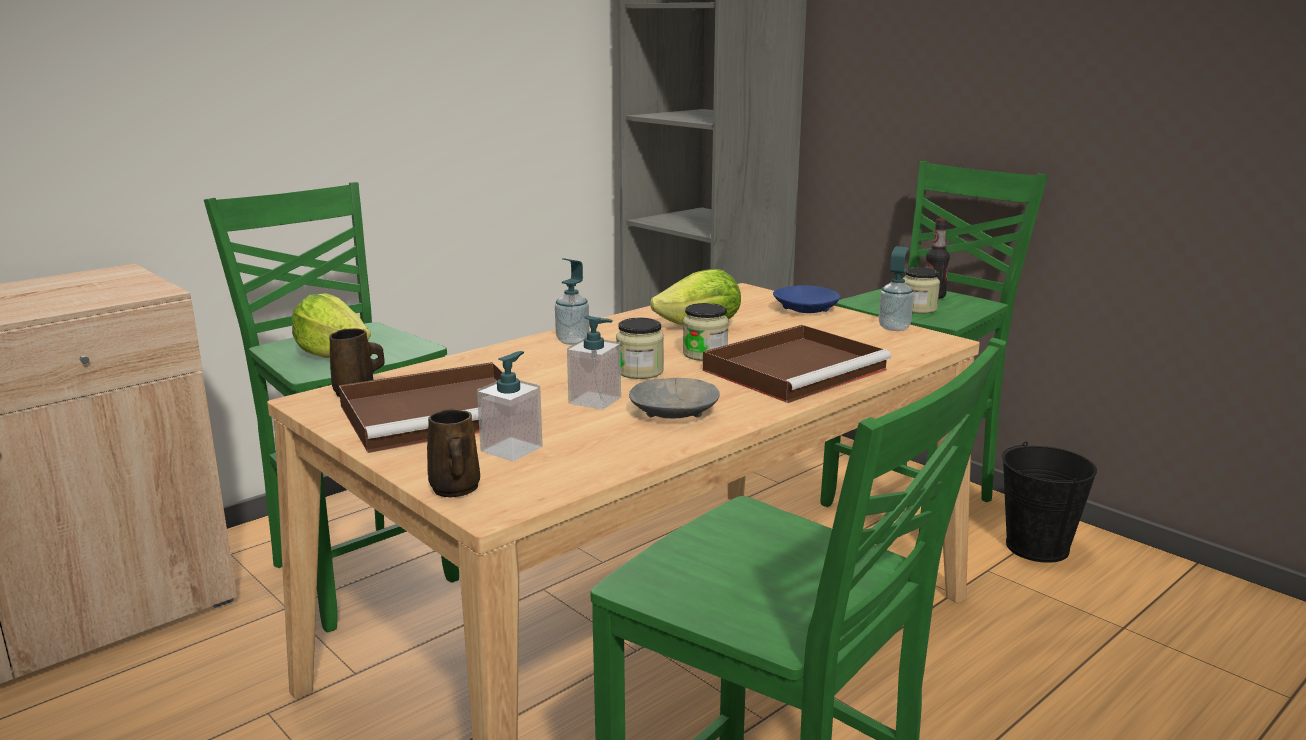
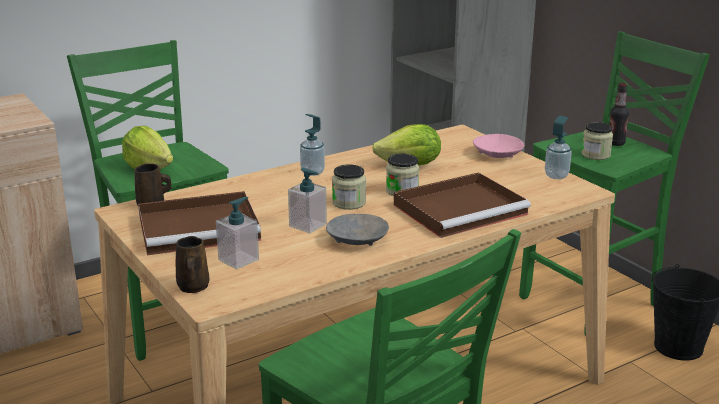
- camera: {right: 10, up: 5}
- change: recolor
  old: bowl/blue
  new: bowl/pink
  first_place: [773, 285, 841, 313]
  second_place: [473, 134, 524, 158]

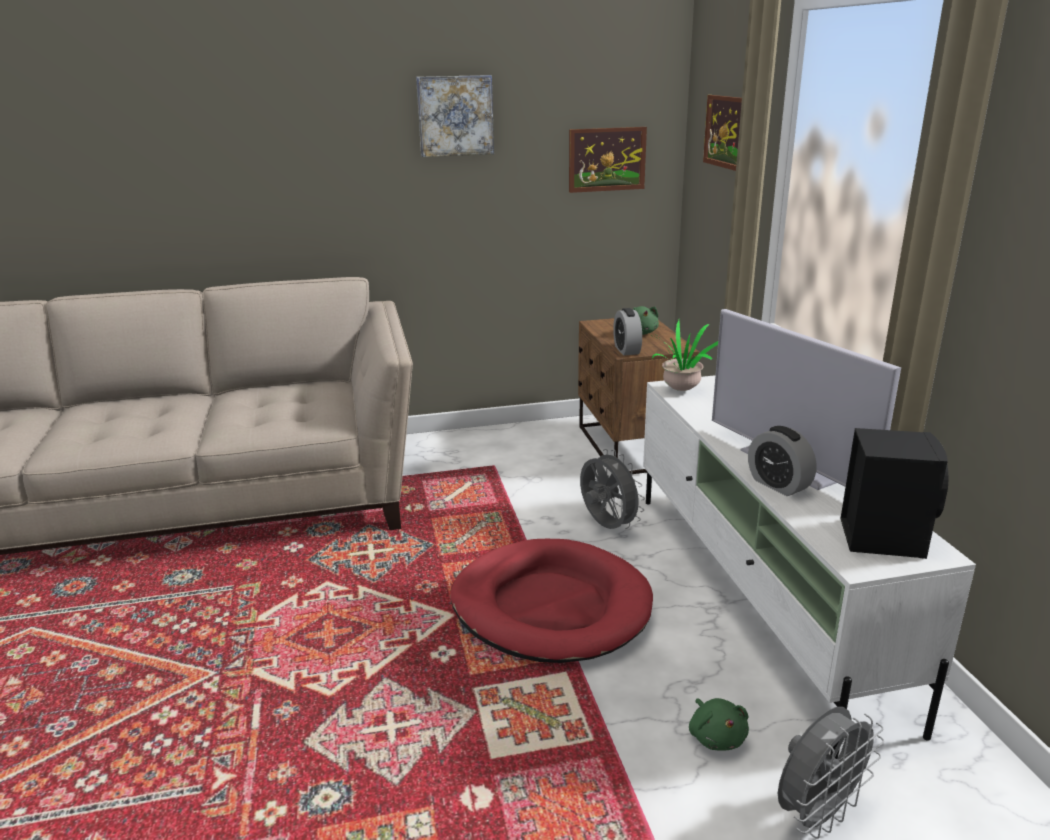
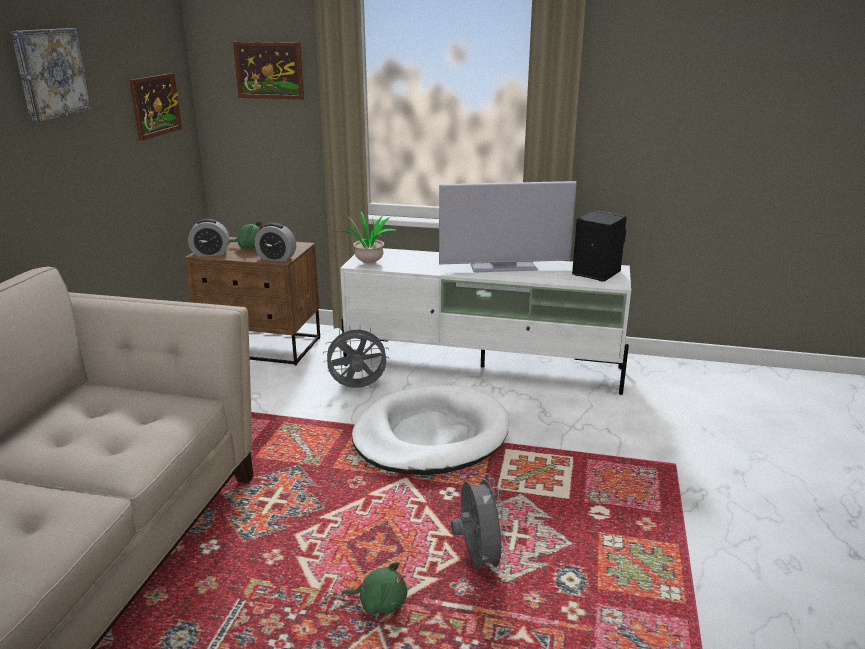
- camera: {right: -65, up: 0}
- change: move
  old: plush toy/green
  first_place: [689, 698, 749, 751]
  second_place: [341, 562, 407, 615]
- change: move
  old: alarm clock
  first_place: [748, 426, 817, 496]
  second_place: [188, 219, 229, 257]
- change: move
  old: fan/grey
  first_place: [778, 707, 884, 839]
  second_place: [451, 473, 509, 572]
- change: recolor
  old: dog bed/red
  new: dog bed/white
  first_place: [450, 539, 653, 663]
  second_place: [352, 385, 509, 475]

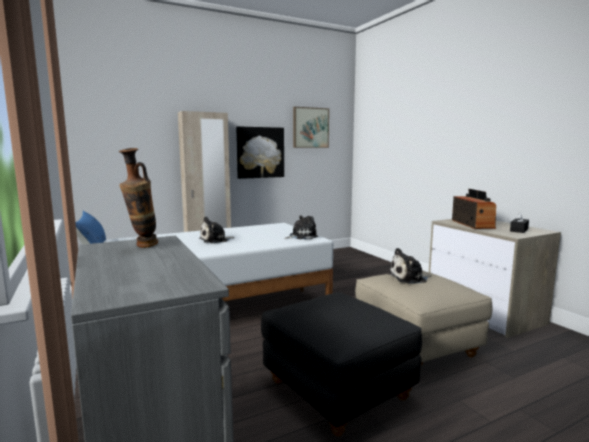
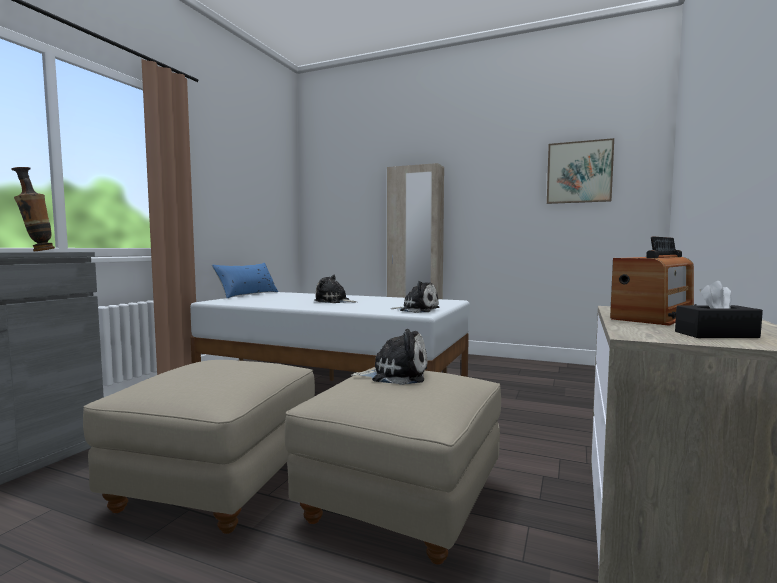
- camera: {right: 50, up: -5}
- change: delete
  old: picture
  first_place: [236, 126, 284, 179]
- change: recolor
  old: ottoman/black
  new: ottoman/beige
  first_place: [261, 292, 422, 436]
  second_place: [83, 360, 315, 534]
- change: rotate
  old: plush toy
  first_place: [388, 248, 431, 284]
  second_place: [351, 329, 428, 385]
  degrees: 150

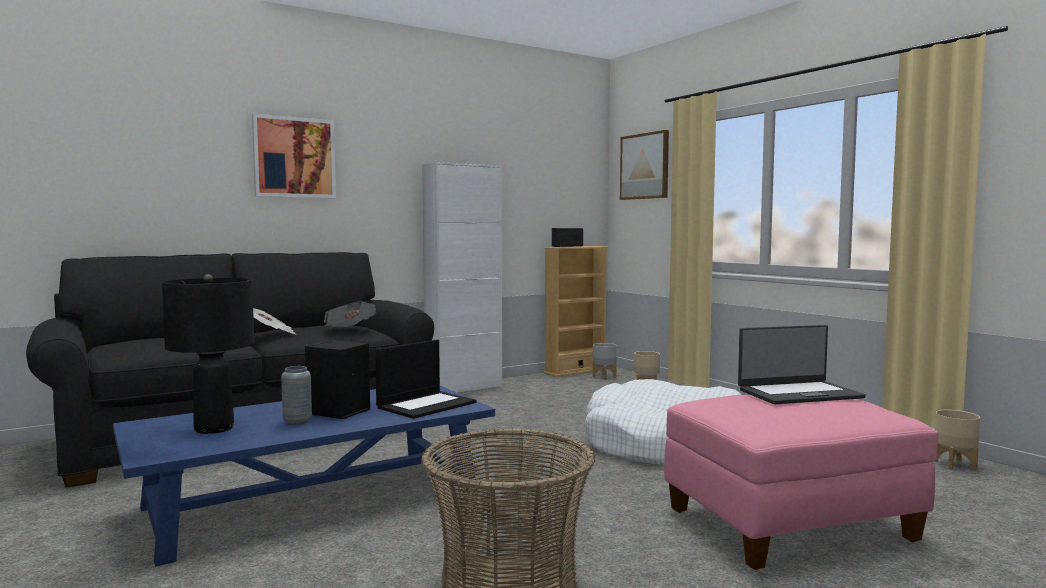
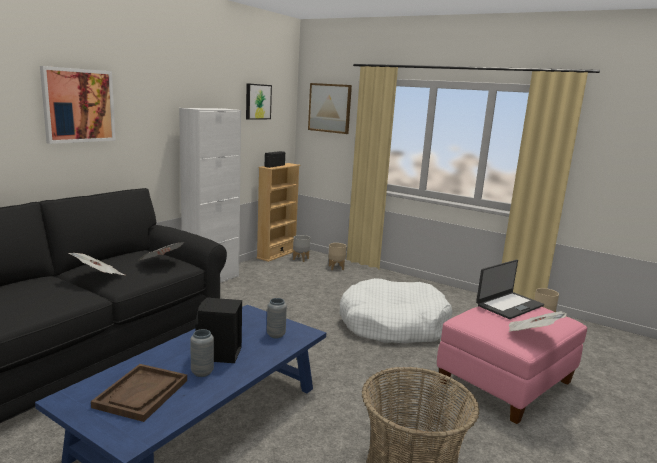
- camera: {right: -25, up: 10}
- change: insert
  new: picture
  second_place: [246, 83, 272, 120]
- change: insert
  new: newspaper
  second_place: [509, 311, 567, 332]
- change: replace
  old: table lamp/black
  new: tray/brown
  first_place: [162, 274, 254, 434]
  second_place: [91, 364, 187, 422]
- change: replace
  old: laptop
  new: vase/grey
  first_place: [375, 340, 476, 419]
  second_place: [267, 298, 287, 338]

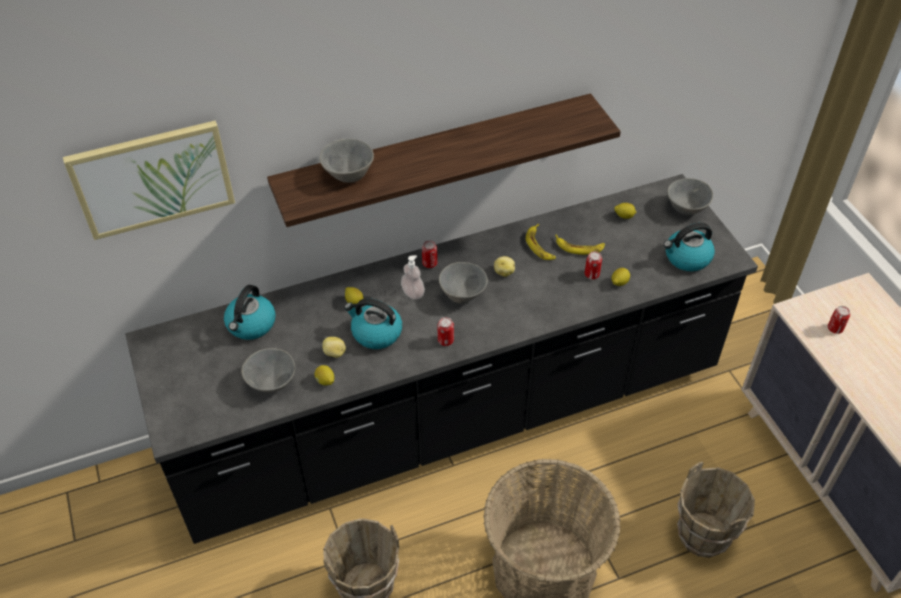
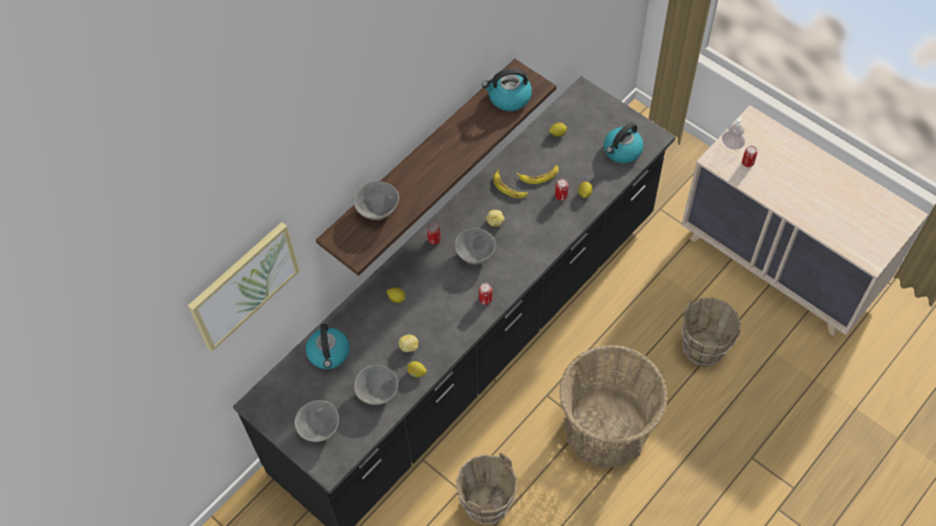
- camera: {right: -25, up: 10}
- change: move
  old: kettle
  first_place: [344, 298, 402, 349]
  second_place: [482, 69, 532, 111]
- change: move
  old: soap dispenser
  first_place: [401, 255, 425, 300]
  second_place: [722, 117, 745, 150]
- change: move
  old: bowl/grey
  first_place: [667, 178, 713, 215]
  second_place: [295, 400, 339, 442]

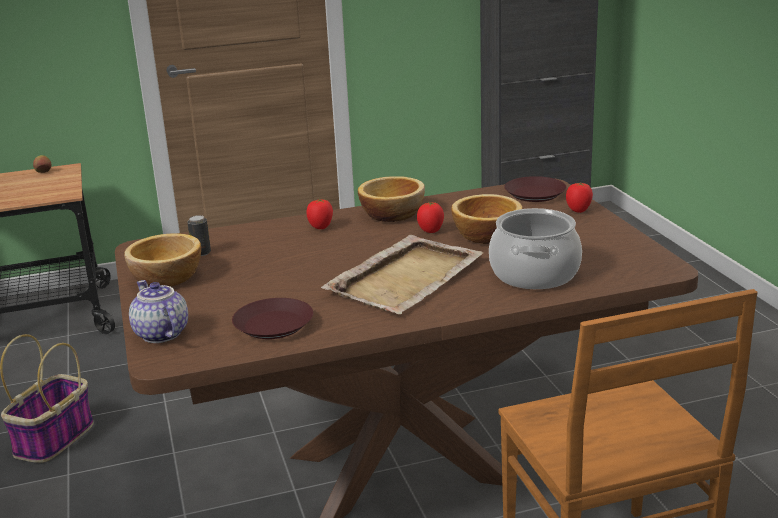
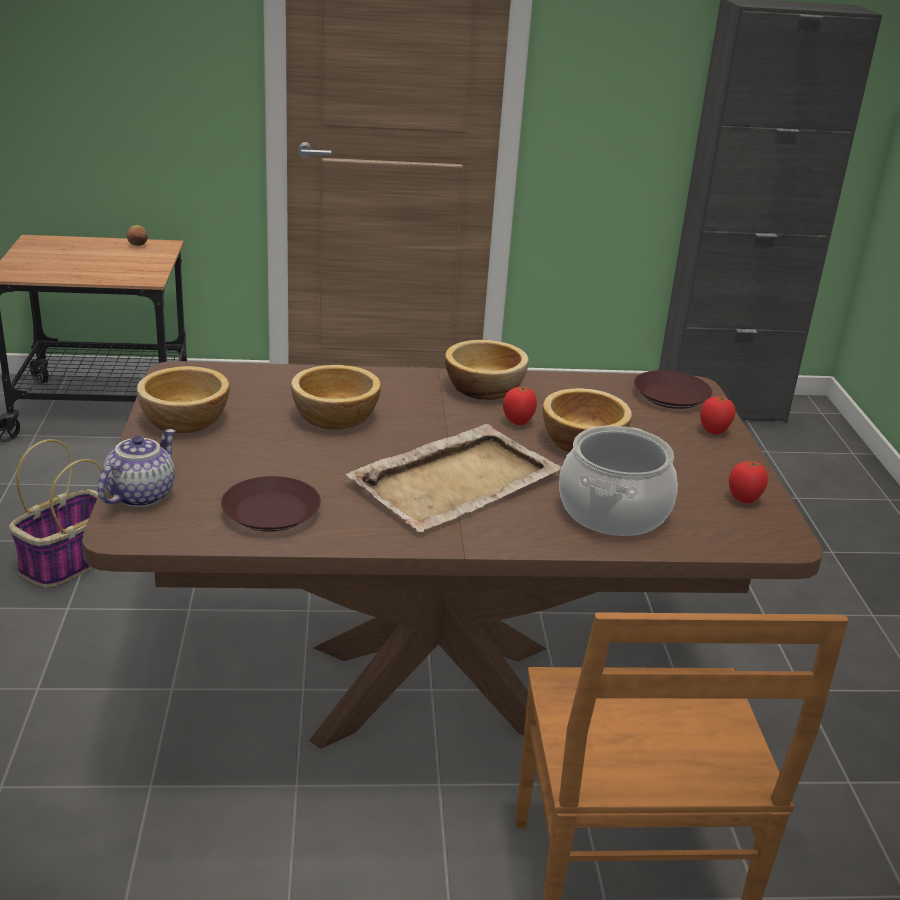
- camera: {right: 10, up: 5}
- change: delete
  old: can
  first_place: [187, 215, 211, 256]
- change: insert
  new: bowl
  second_place: [291, 365, 381, 430]
- change: move
  old: tomato
  first_place: [306, 199, 333, 229]
  second_place: [729, 461, 768, 504]
- change: rotate
  old: teapot
  first_place: [129, 280, 188, 343]
  second_place: [97, 429, 176, 507]
  degrees: 45

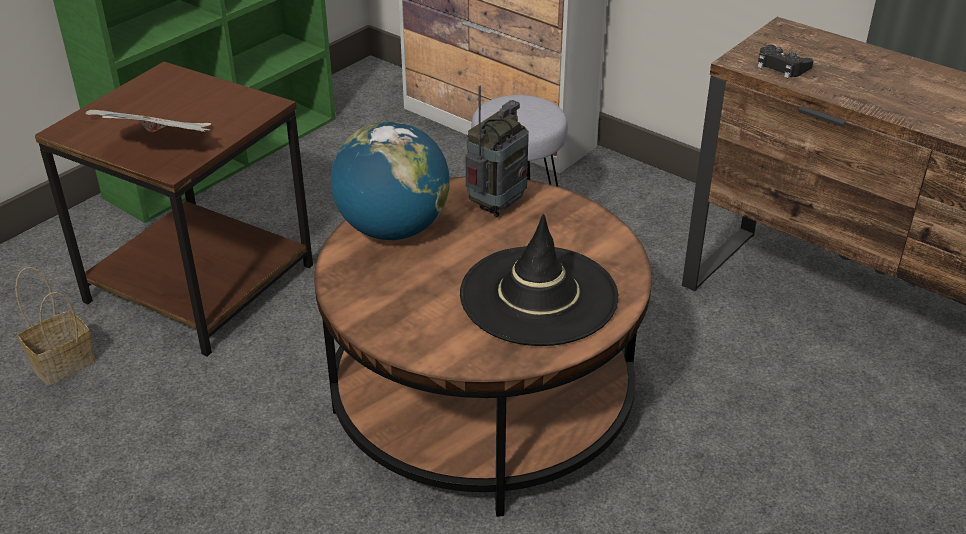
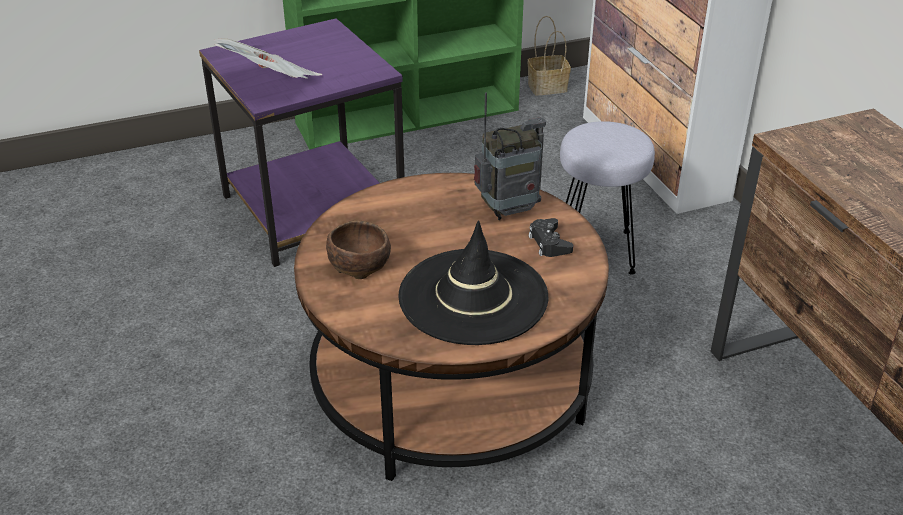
- camera: {right: 30, up: 0}
- change: delete
  old: globe
  first_place: [331, 121, 450, 240]
- change: insert
  new: bowl/brown
  second_place: [326, 221, 391, 279]
- change: move
  old: basket
  first_place: [15, 267, 96, 385]
  second_place: [527, 16, 571, 96]
- change: move
  old: game controller/black
  first_place: [757, 45, 814, 78]
  second_place: [528, 218, 573, 257]
- change: recolor
  old: side table/brown
  new: side table/purple
  first_place: [35, 62, 313, 357]
  second_place: [199, 18, 405, 267]

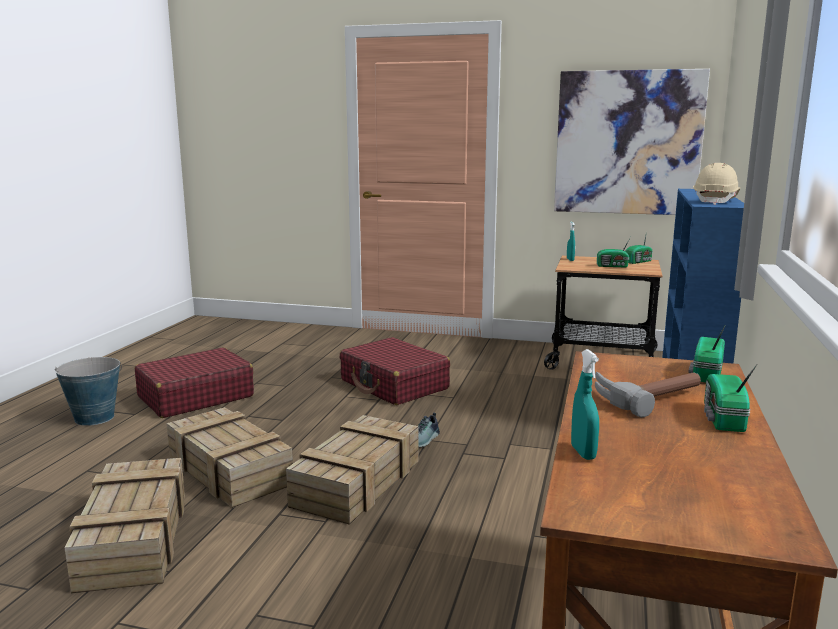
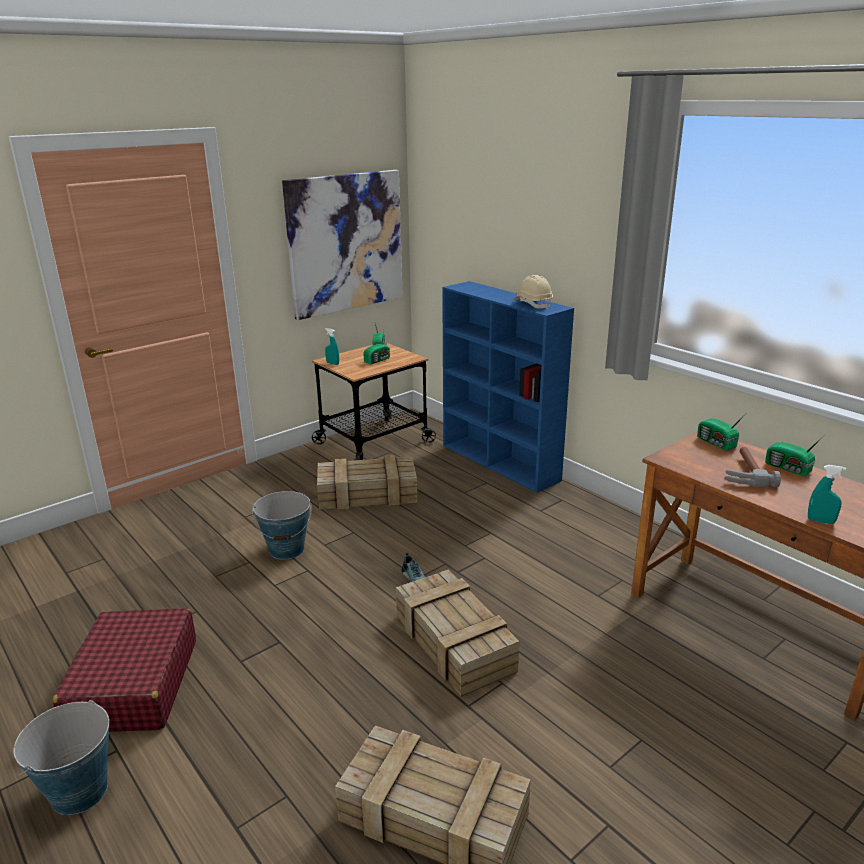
- camera: {right: -55, up: 10}
- change: move
  old: crate
  first_place: [167, 407, 293, 508]
  second_place: [317, 455, 417, 510]
- change: replace
  old: suitcase/red
  new: bucket
  first_place: [340, 337, 450, 405]
  second_place: [252, 491, 311, 560]

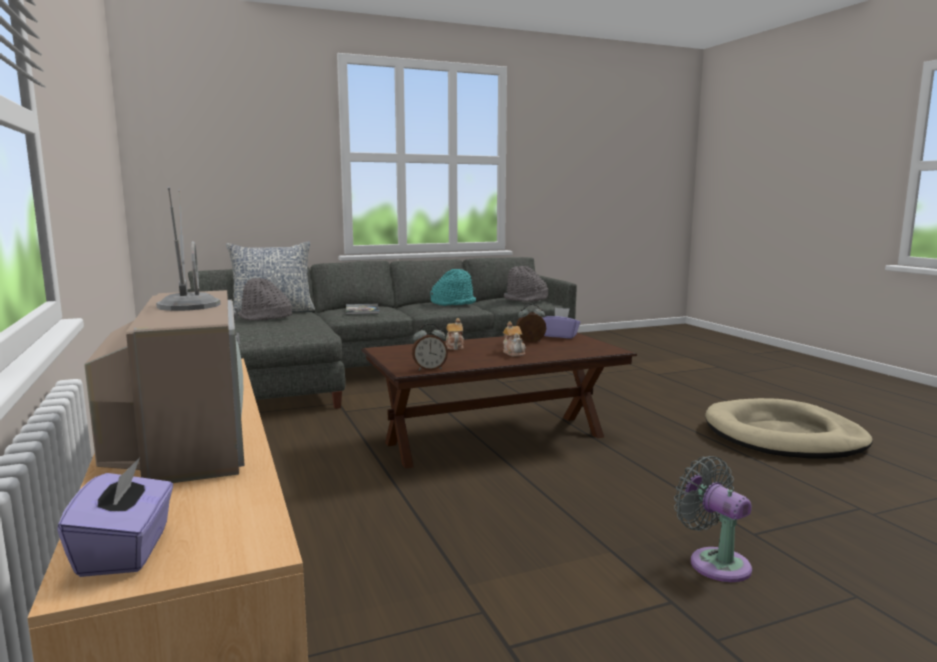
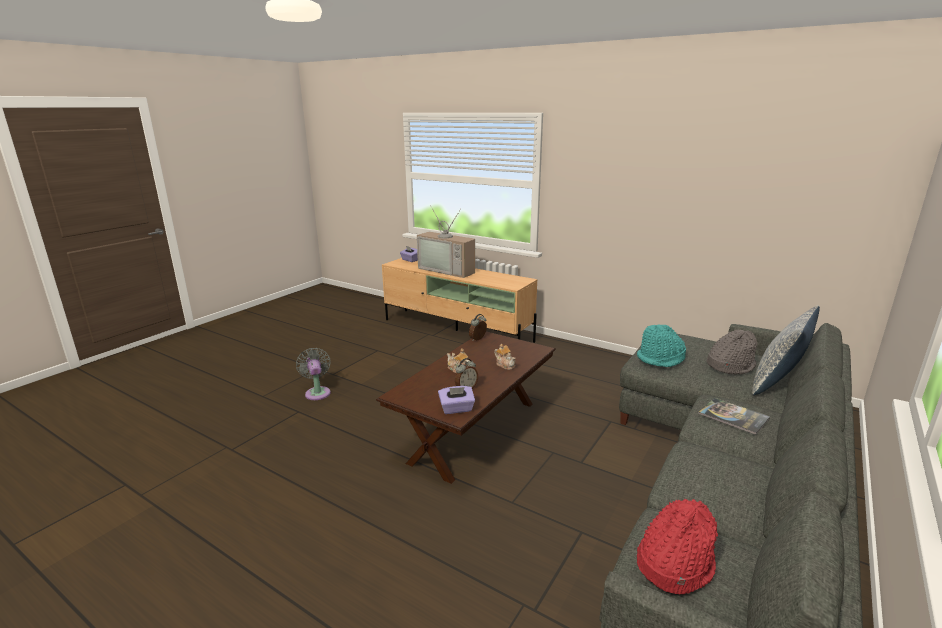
- camera: {right: 145, up: 10}
- change: delete
  old: dog bed/beige
  first_place: [705, 398, 873, 459]
- change: move
  old: hat/turquoise
  first_place: [430, 269, 476, 306]
  second_place: [637, 325, 686, 367]
- change: recolor
  old: hat/grey
  new: hat/red
  first_place: [504, 266, 548, 302]
  second_place: [636, 499, 718, 594]
- change: rotate
  old: fan/grey
  first_place: [674, 456, 752, 582]
  second_place: [296, 348, 331, 400]
  degrees: -135

